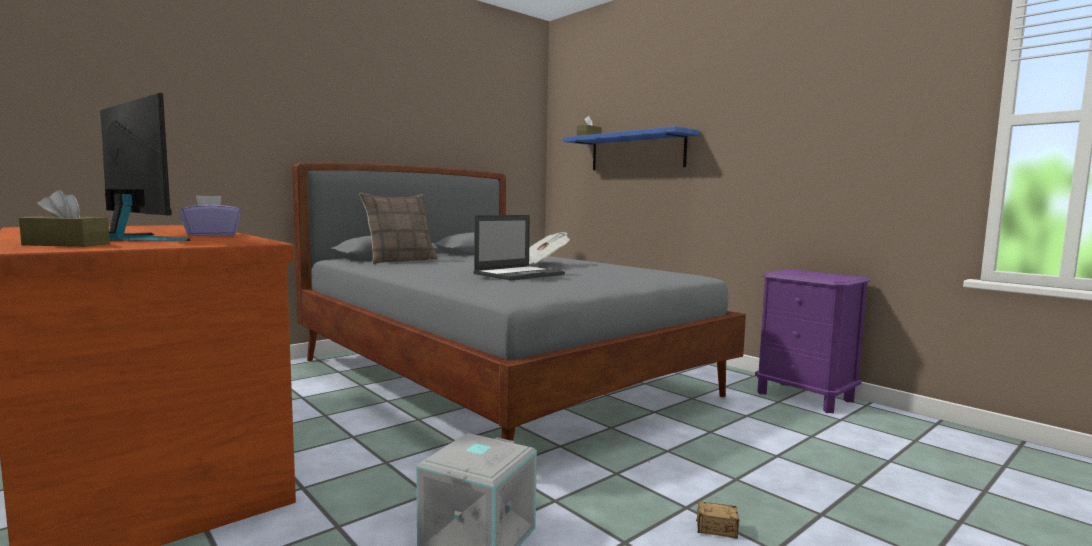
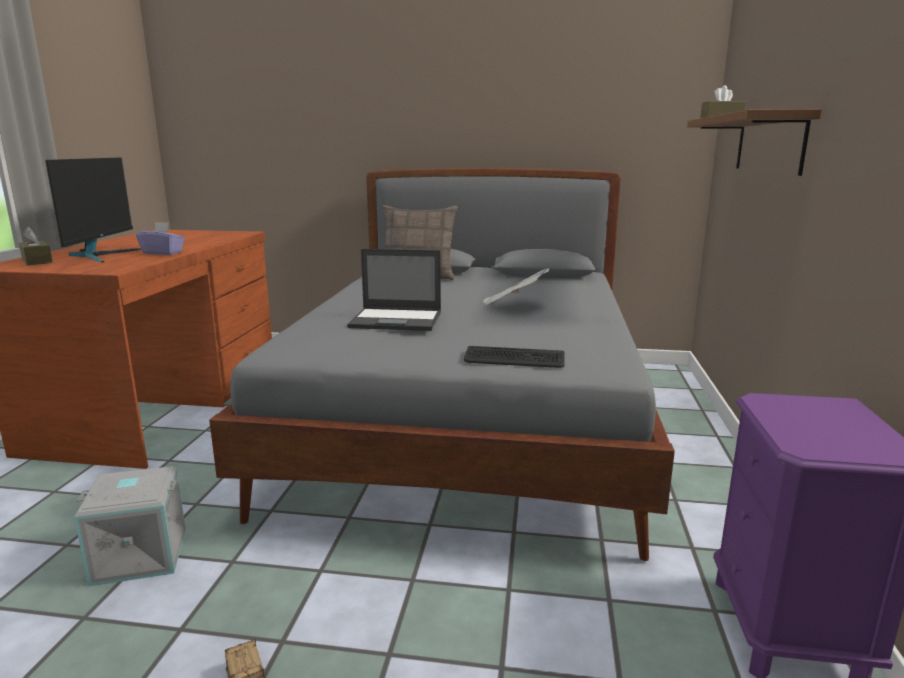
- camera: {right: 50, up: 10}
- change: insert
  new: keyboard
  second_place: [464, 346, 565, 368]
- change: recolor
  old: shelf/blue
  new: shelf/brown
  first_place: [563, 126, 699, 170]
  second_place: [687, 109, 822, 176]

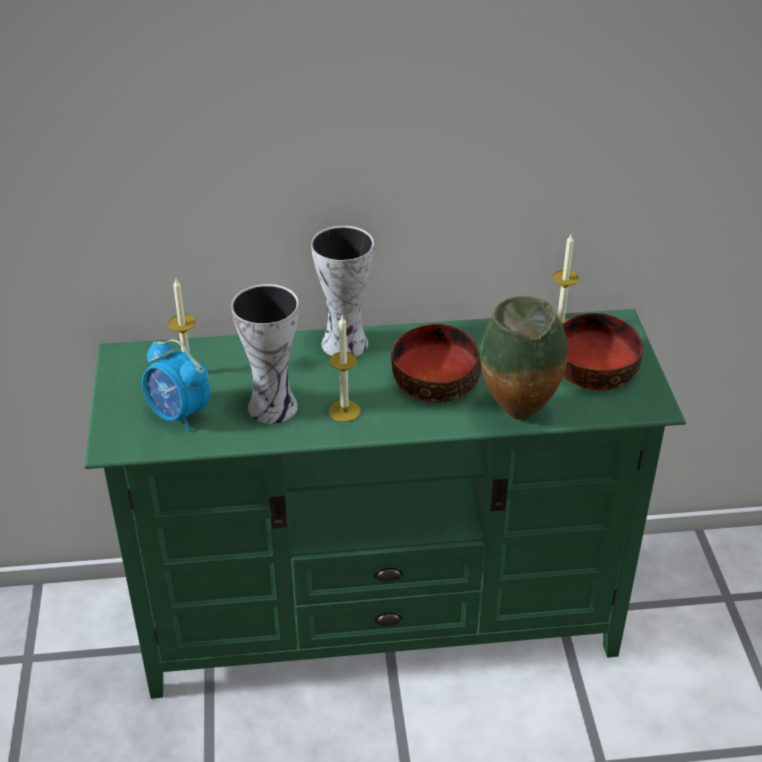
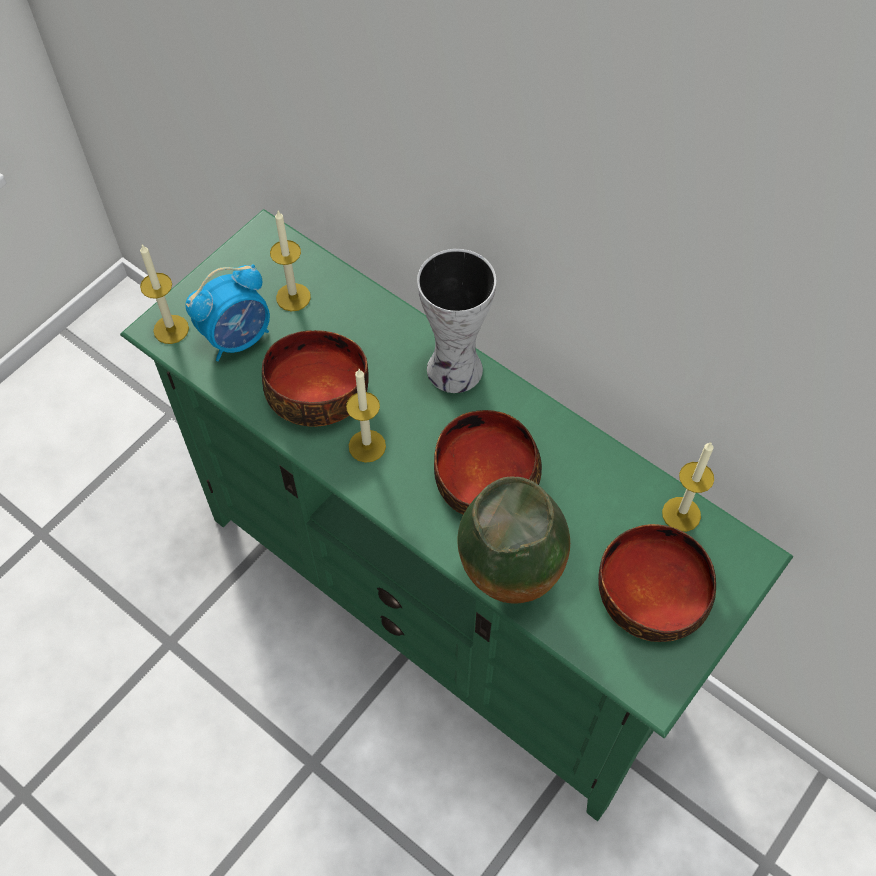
- camera: {right: 45, up: 20}
- change: insert
  new: candle
  second_place: [140, 245, 189, 344]
- change: replace
  old: vase
  new: bowl
  first_place: [231, 284, 299, 424]
  second_place: [262, 330, 369, 427]
- change: rotate
  old: alarm clock
  first_place: [142, 339, 210, 431]
  second_place: [186, 264, 270, 361]
  degrees: -120

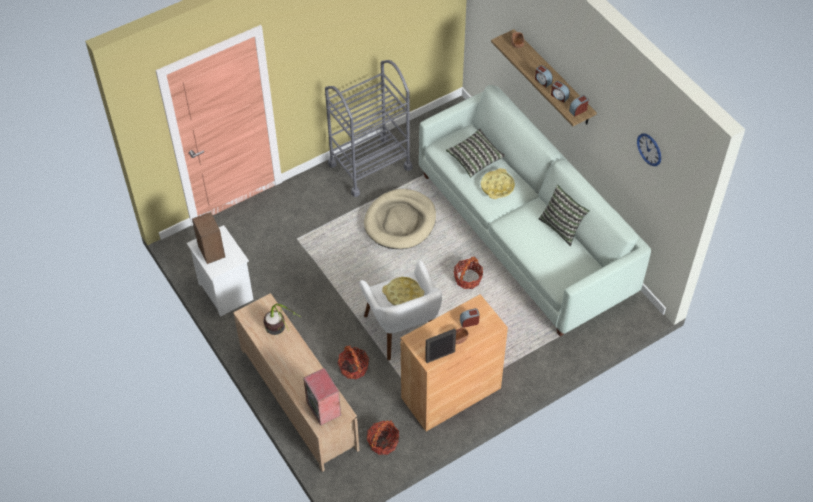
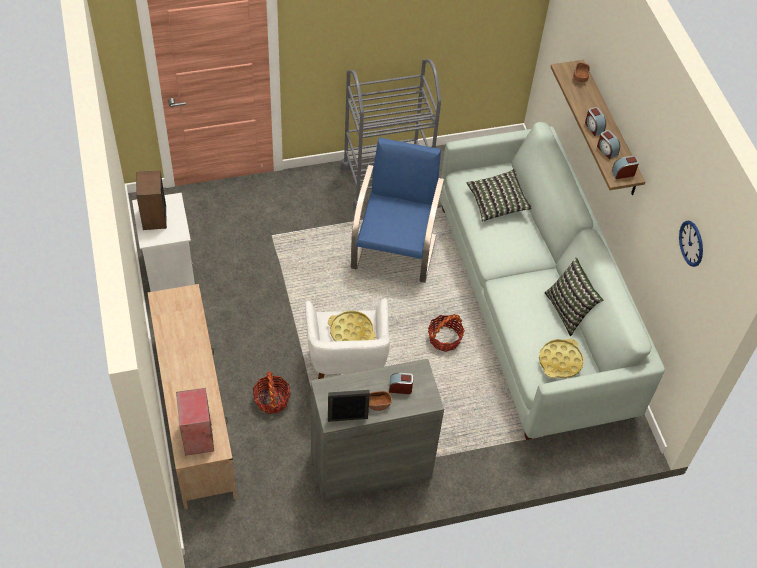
- camera: {right: 15, up: 0}
- change: delete
  old: potted plant
  first_place: [264, 304, 299, 335]
- change: delete
  old: basket
  first_place: [367, 420, 399, 455]
- change: move
  old: tray/yellow
  first_place: [481, 168, 515, 199]
  second_place: [539, 338, 584, 378]
- change: replace
  old: dog bed/beige
  new: armchair/blue
  first_place: [364, 189, 436, 249]
  second_place: [351, 137, 444, 283]
- change: recolor
  old: cabinet/brown
  new: cabinet/grey
  first_place: [401, 294, 508, 431]
  second_place: [311, 359, 444, 502]

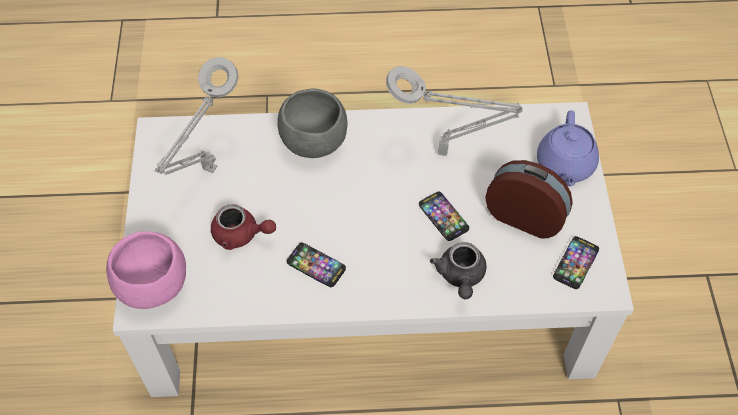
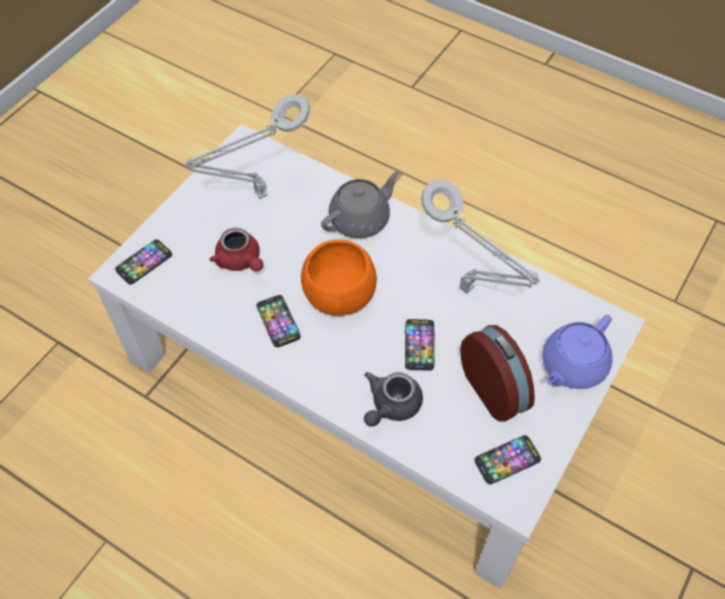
- camera: {right: 35, up: 0}
- change: insert
  new: bowl/orange
  second_place: [301, 239, 377, 316]
- change: replace
  old: bowl/pink
  new: phone
  first_place: [106, 231, 186, 309]
  second_place: [115, 239, 172, 284]
- change: replace
  old: bowl/grey
  new: teapot/grey
  first_place: [278, 89, 347, 158]
  second_place: [321, 171, 401, 238]

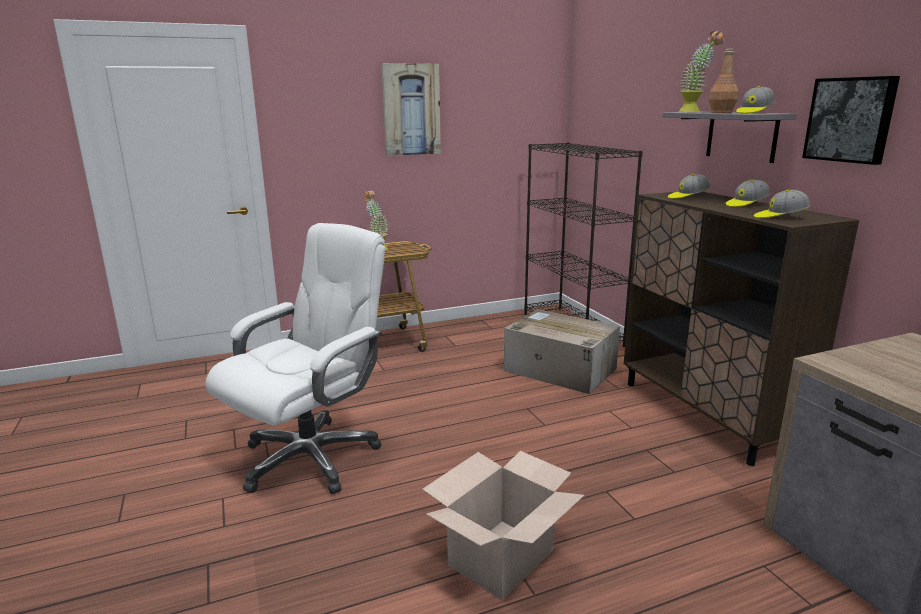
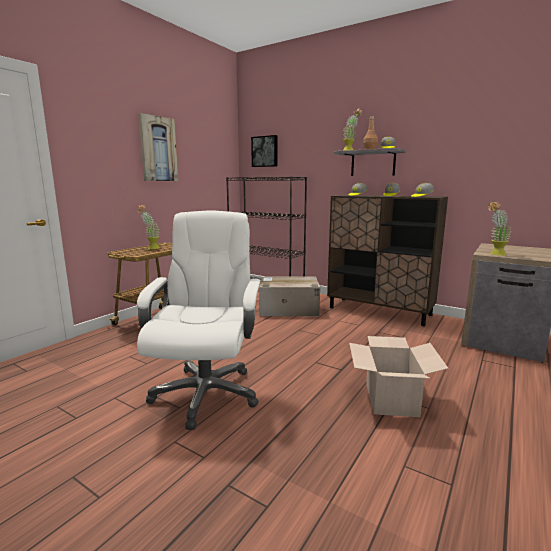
- camera: {right: -35, up: -5}
- change: insert
  new: potted plant
  second_place: [488, 201, 511, 256]
- change: move
  old: picture
  first_place: [802, 76, 900, 165]
  second_place: [251, 135, 277, 167]

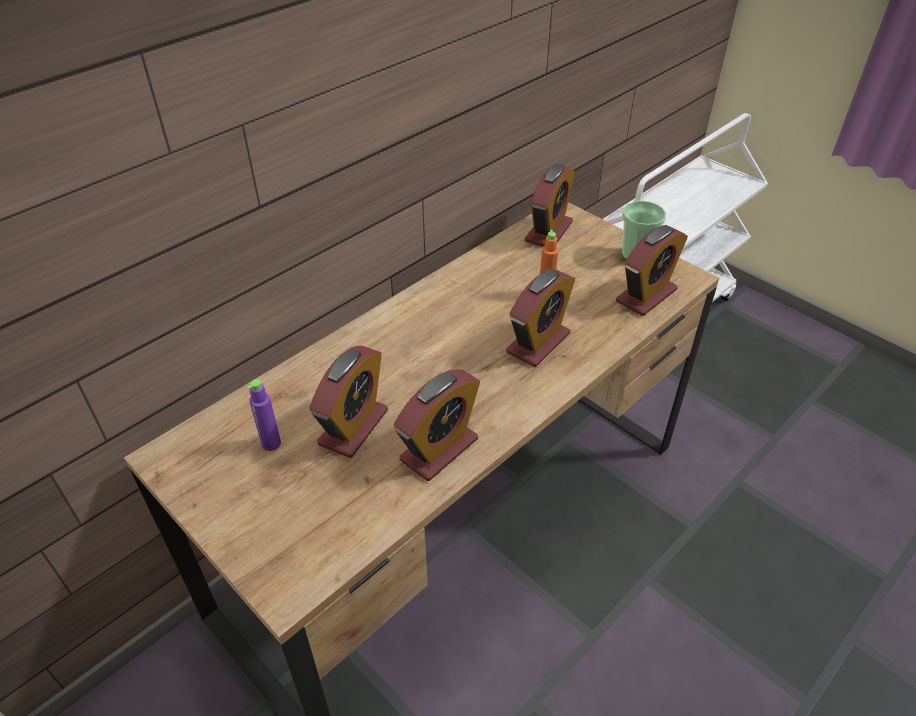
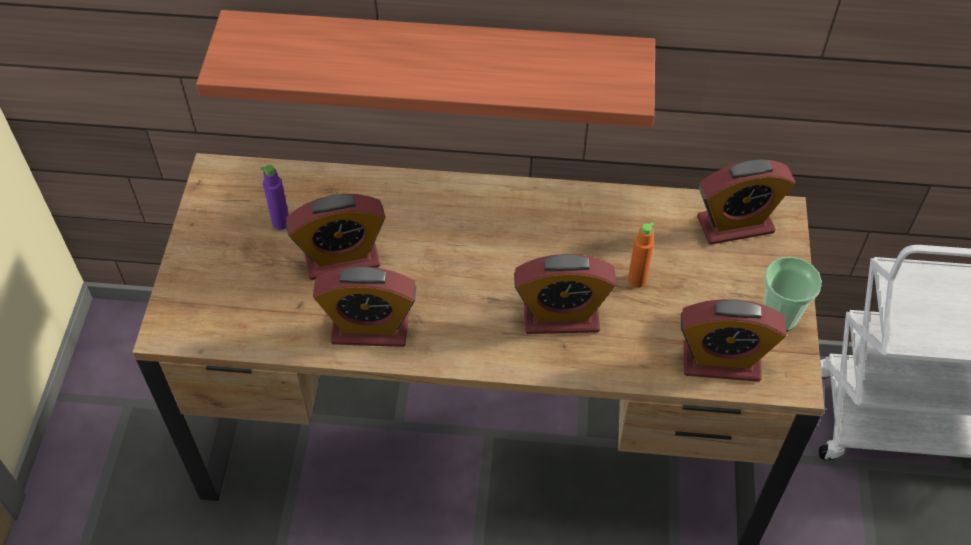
- camera: {right: 50, up: 10}
- change: insert
  new: shelf
  second_place: [196, 10, 655, 128]

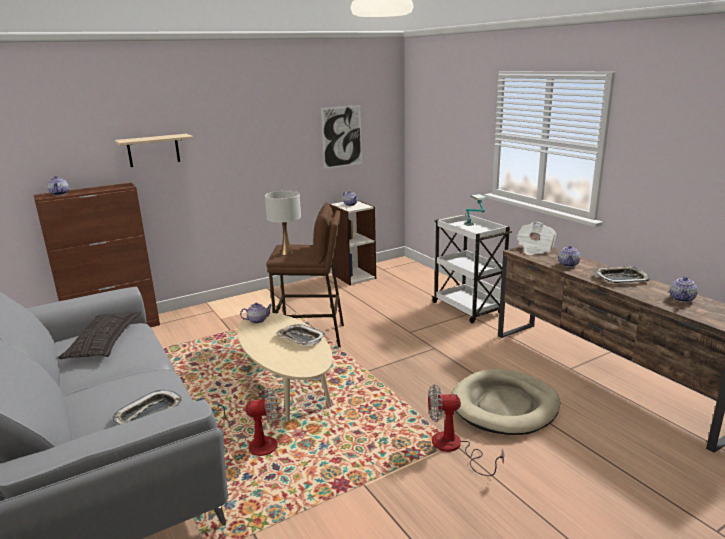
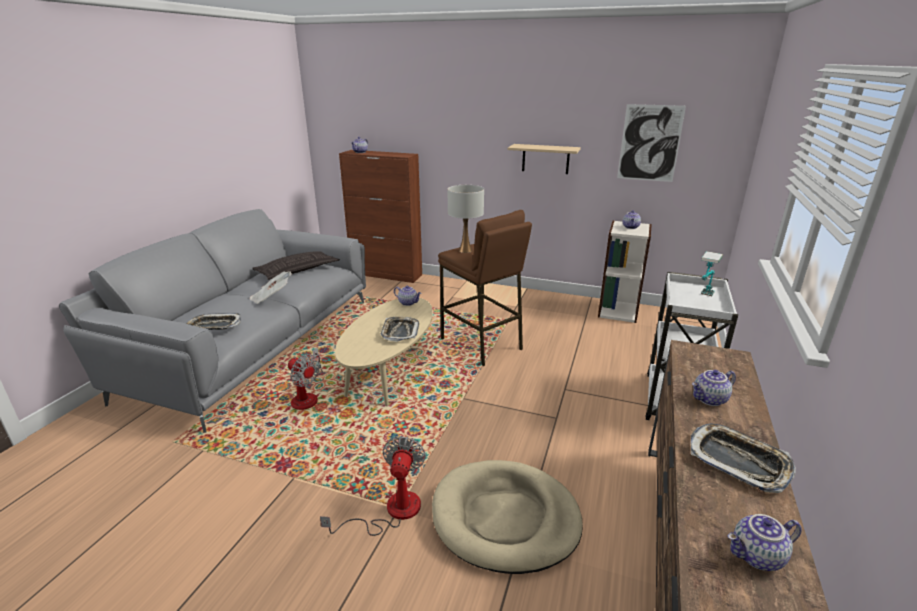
- camera: {right: 50, up: 5}
- change: move
  old: shelf/beige
  first_place: [115, 134, 194, 167]
  second_place: [508, 144, 581, 174]
- change: move
  old: newspaper
  first_place: [516, 222, 557, 255]
  second_place: [249, 271, 292, 304]
- change: rotate
  old: fan
  first_place: [428, 384, 504, 476]
  second_place: [320, 436, 426, 536]
  degrees: 45

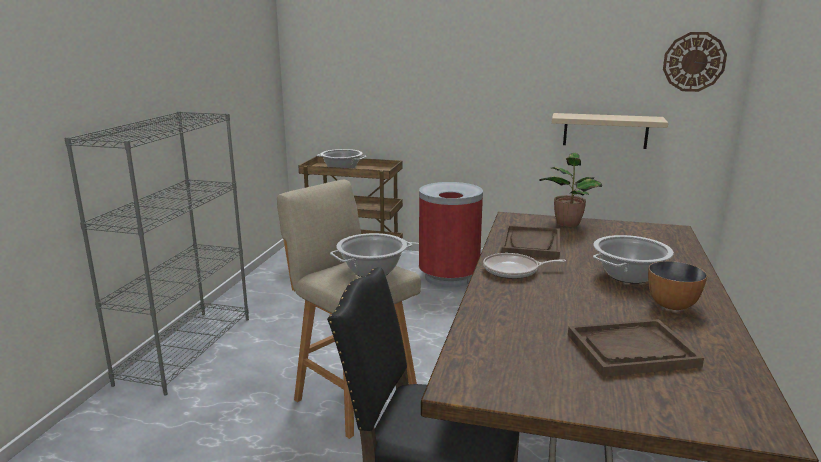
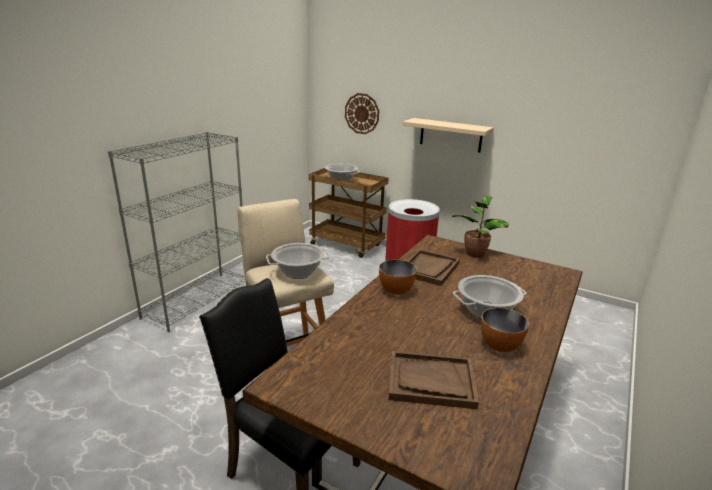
- camera: {right: 15, up: 5}
- change: move
  old: shelf/beige
  first_place: [552, 113, 668, 149]
  second_place: [402, 118, 494, 153]
- change: move
  old: wall clock
  first_place: [663, 32, 727, 92]
  second_place: [345, 93, 379, 134]
- change: replace
  old: frying pan
  new: bowl
  first_place: [483, 253, 566, 279]
  second_place: [379, 260, 417, 295]

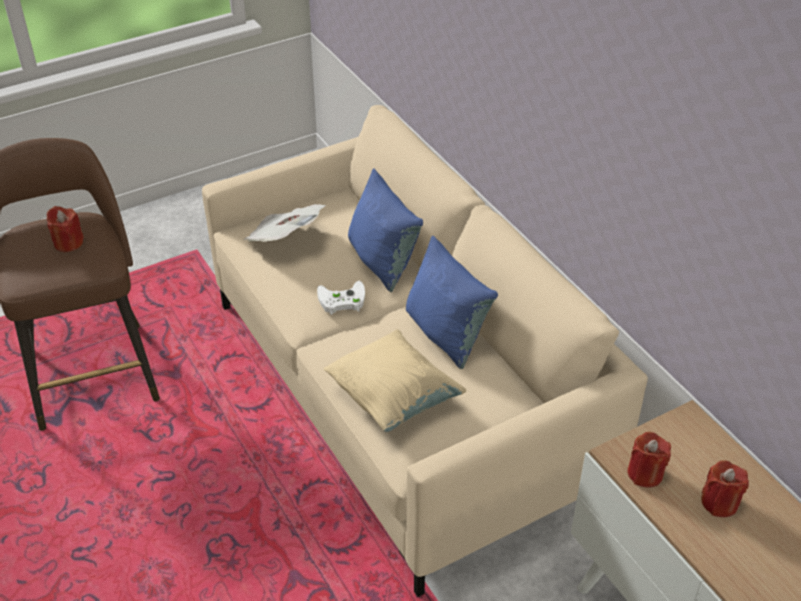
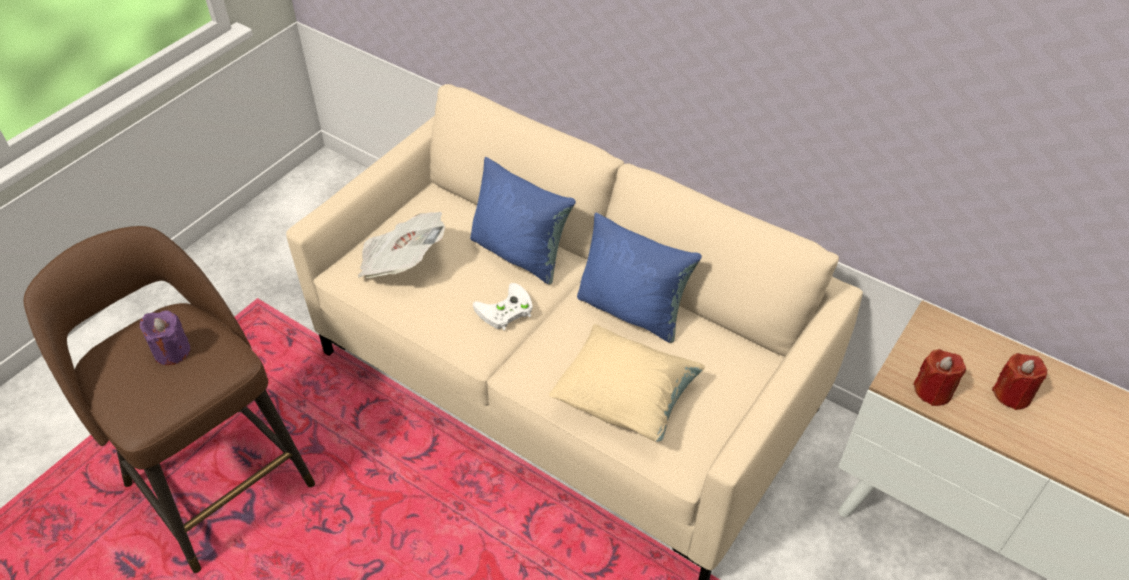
- camera: {right: -25, up: 5}
- change: recolor
  old: candle/red
  new: candle/purple
  first_place: [47, 206, 84, 252]
  second_place: [140, 310, 190, 365]

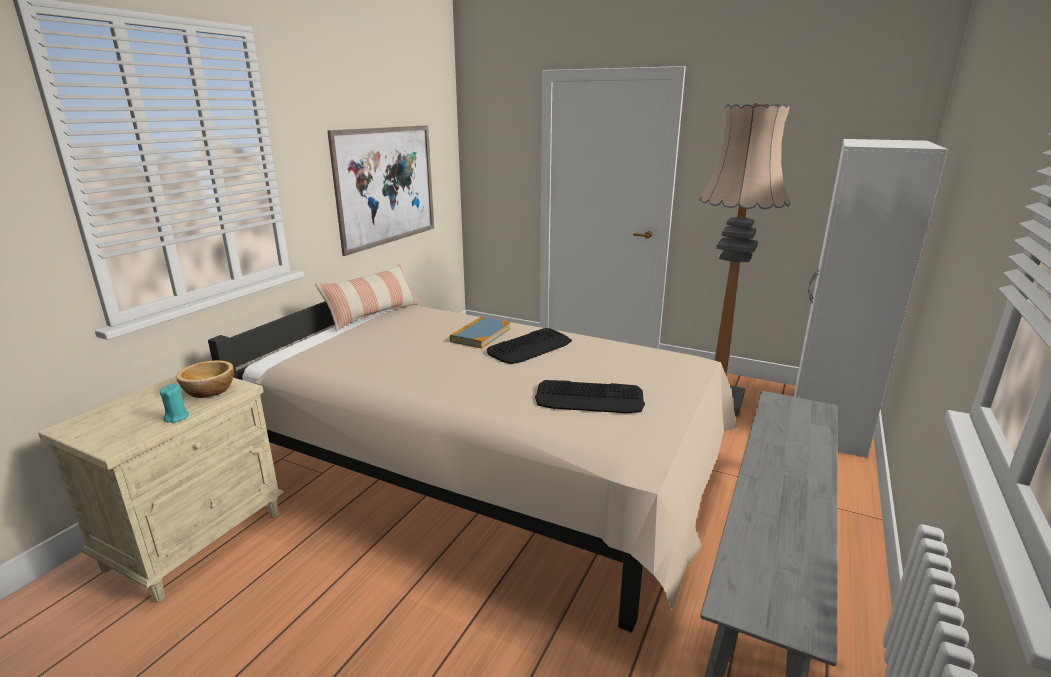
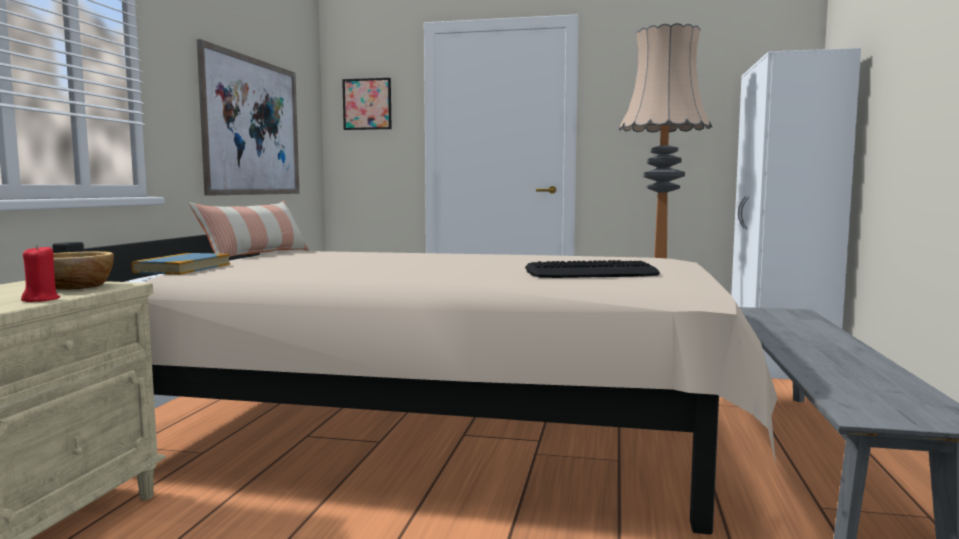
- camera: {right: -15, up: -15}
- change: delete
  old: keyboard
  first_place: [487, 328, 572, 364]
- change: insert
  new: picture
  second_place: [342, 78, 392, 130]
- change: move
  old: book
  first_place: [450, 317, 511, 349]
  second_place: [131, 253, 230, 274]
- change: recolor
  old: candle/turquoise
  new: candle/red
  first_place: [160, 384, 189, 423]
  second_place: [21, 245, 60, 302]

